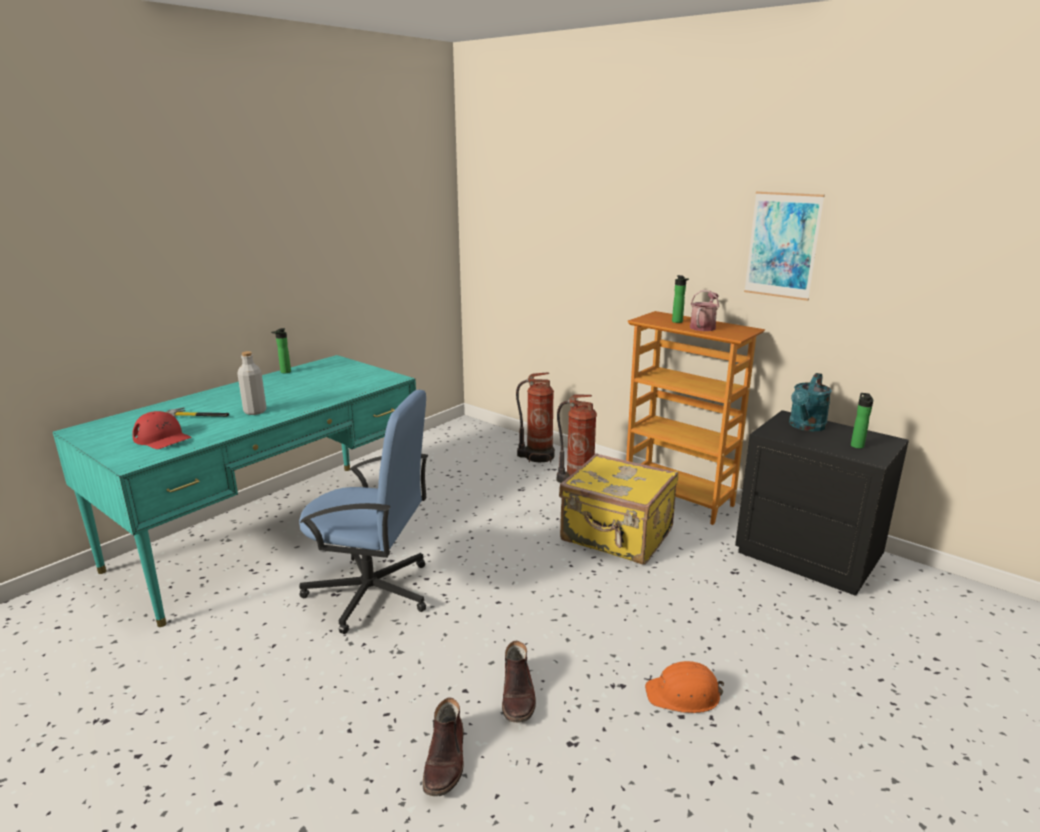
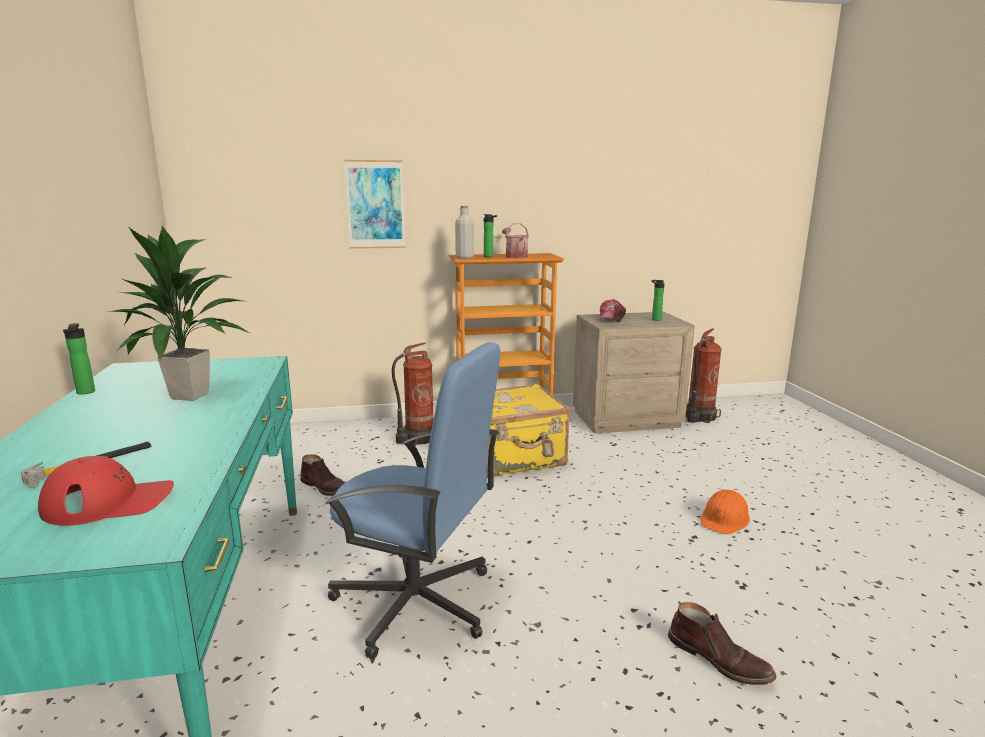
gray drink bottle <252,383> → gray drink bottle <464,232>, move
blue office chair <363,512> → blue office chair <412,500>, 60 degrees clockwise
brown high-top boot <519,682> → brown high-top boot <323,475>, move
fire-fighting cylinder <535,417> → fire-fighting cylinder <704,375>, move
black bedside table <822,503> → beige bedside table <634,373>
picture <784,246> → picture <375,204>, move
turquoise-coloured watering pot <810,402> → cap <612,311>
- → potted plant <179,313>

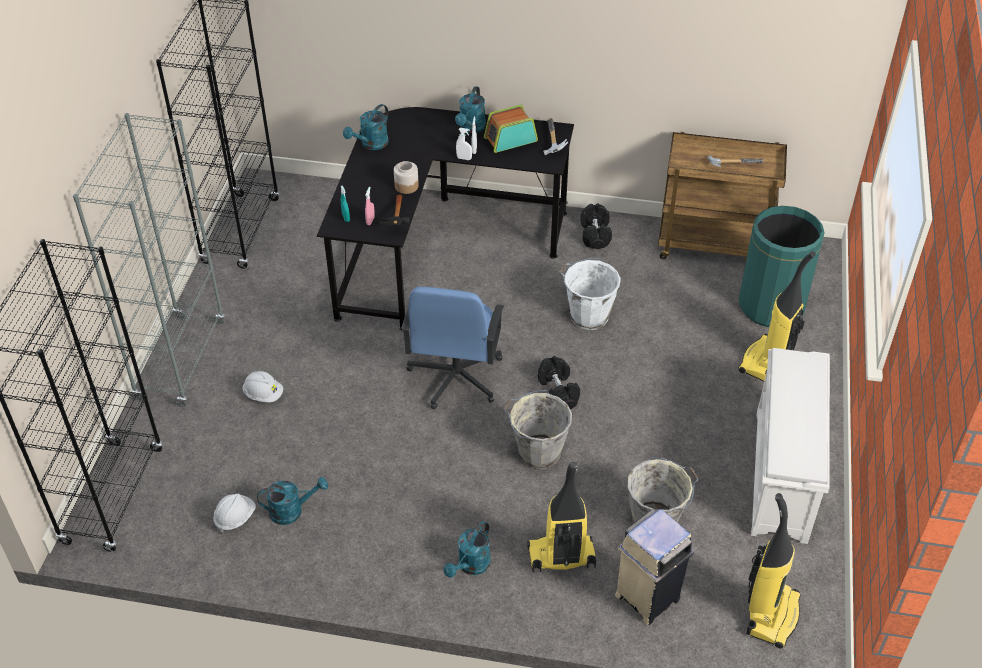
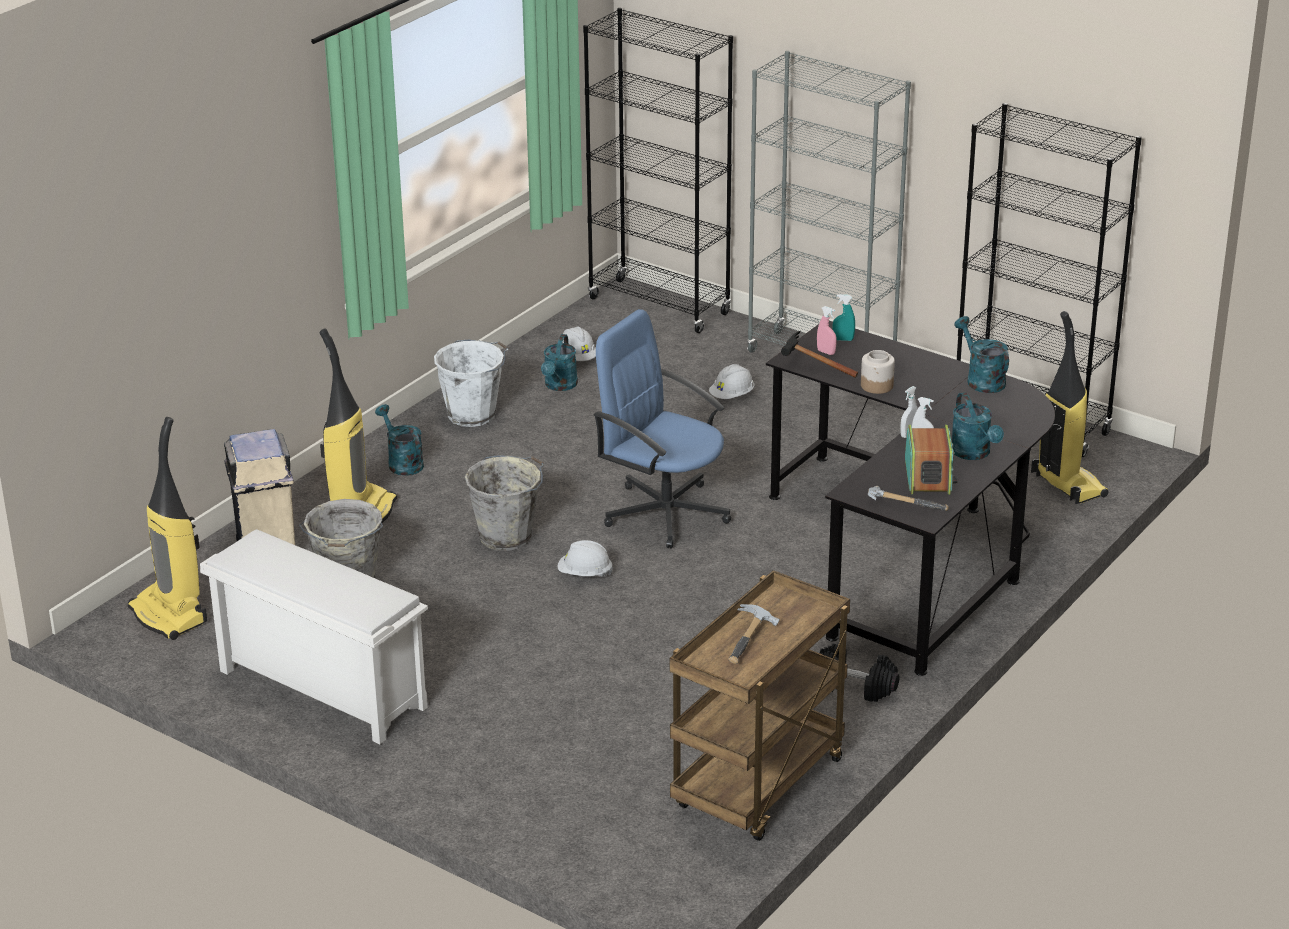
turquoise-coloured watering pot <470,109> → turquoise-coloured watering pot <978,426>, 150 degrees counterclockwise
black dumbbell <559,382> → white hard hat <585,558>
white pail <590,294> → white pail <471,383>, move
greenish trash can <782,266> → -
vacuum cleaner <777,316> → vacuum cleaner <1069,407>, move

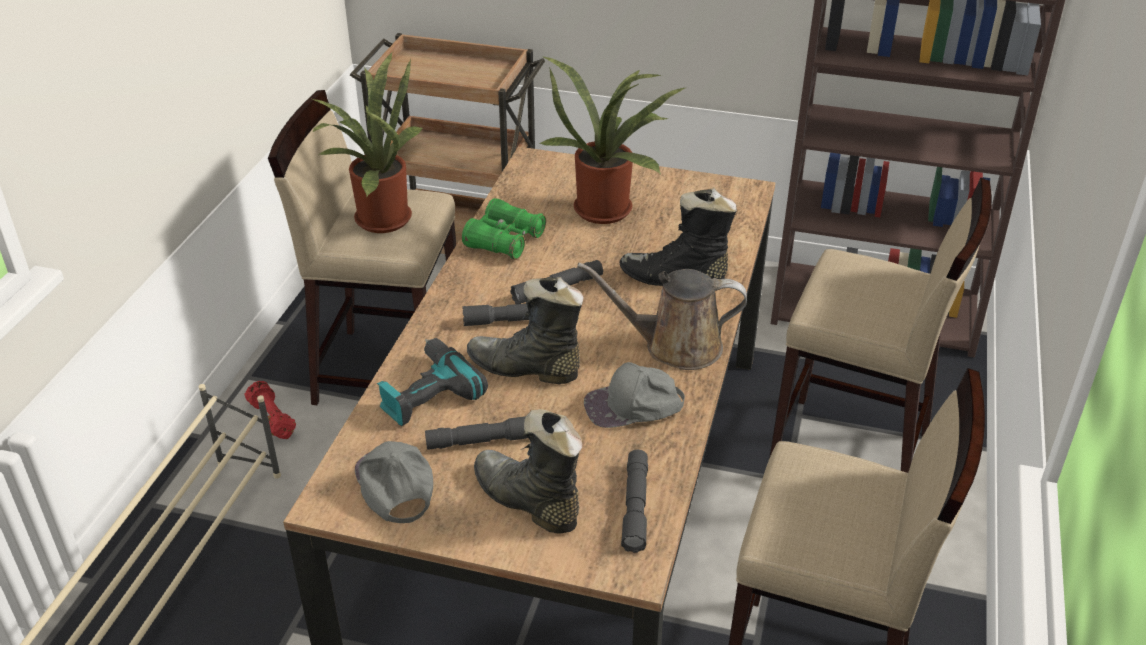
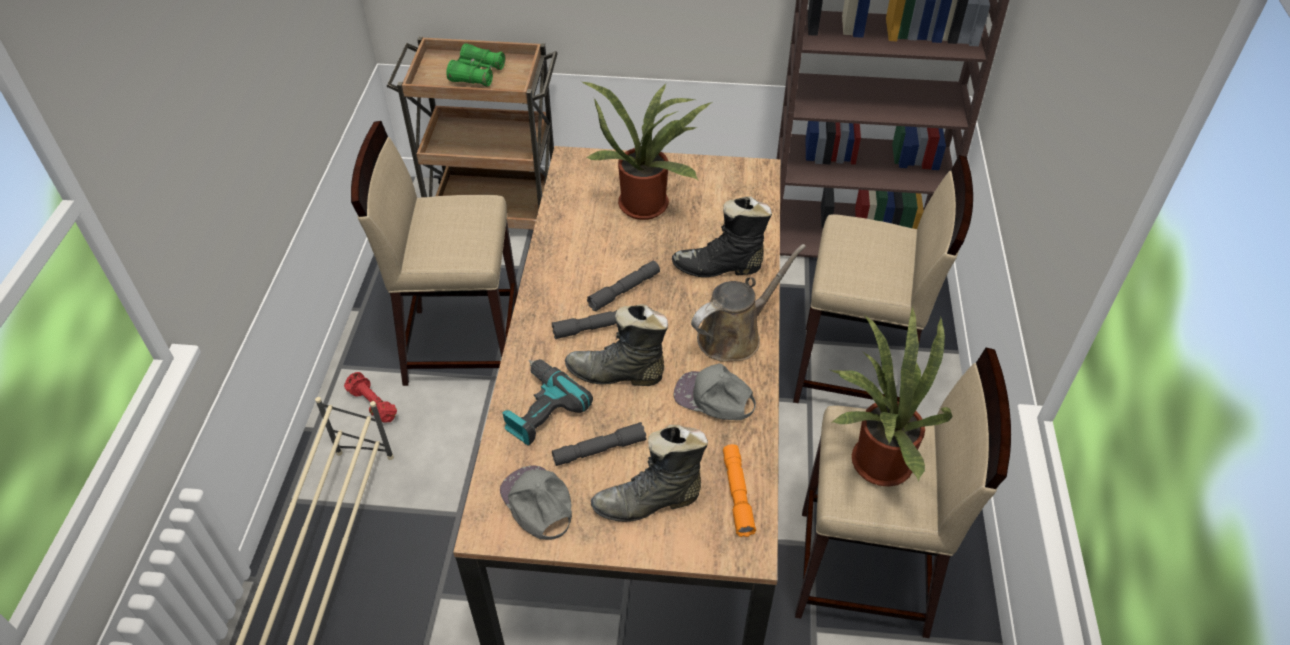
potted plant <368,142> → potted plant <891,396>, move
greenish pair of binoculars <504,228> → greenish pair of binoculars <475,65>, move
black high-top boot <528,471> → black high-top boot <649,473>, 45 degrees counterclockwise
brown watering pot <662,316> → brown watering pot <748,303>, 150 degrees clockwise
gray cap <634,395> → gray cap <715,391>, 45 degrees clockwise
gray hand torch <634,501> → orange hand torch <739,490>

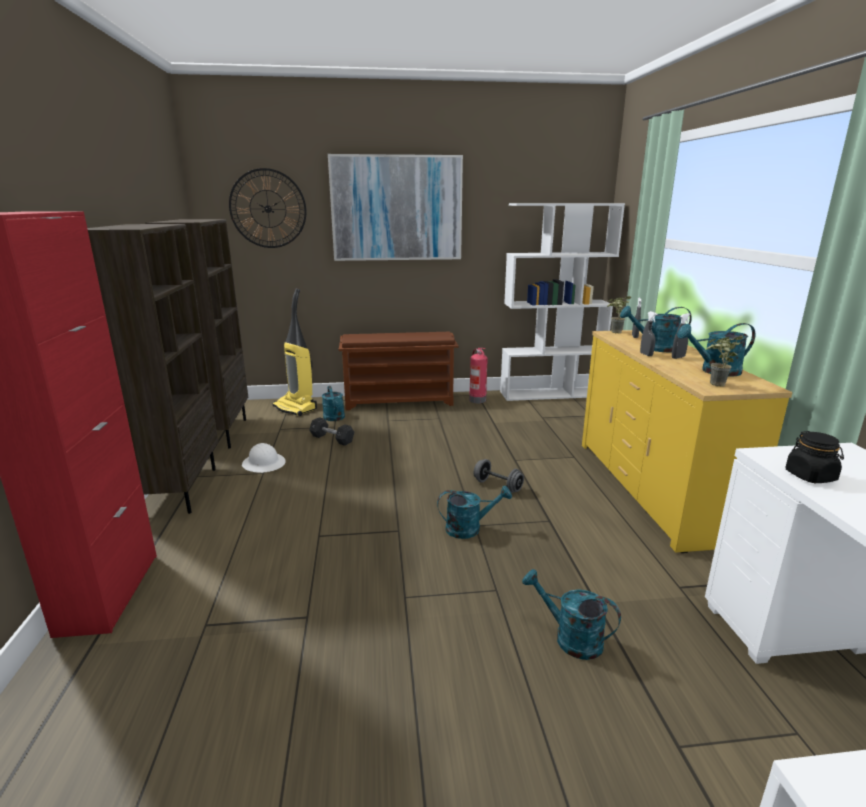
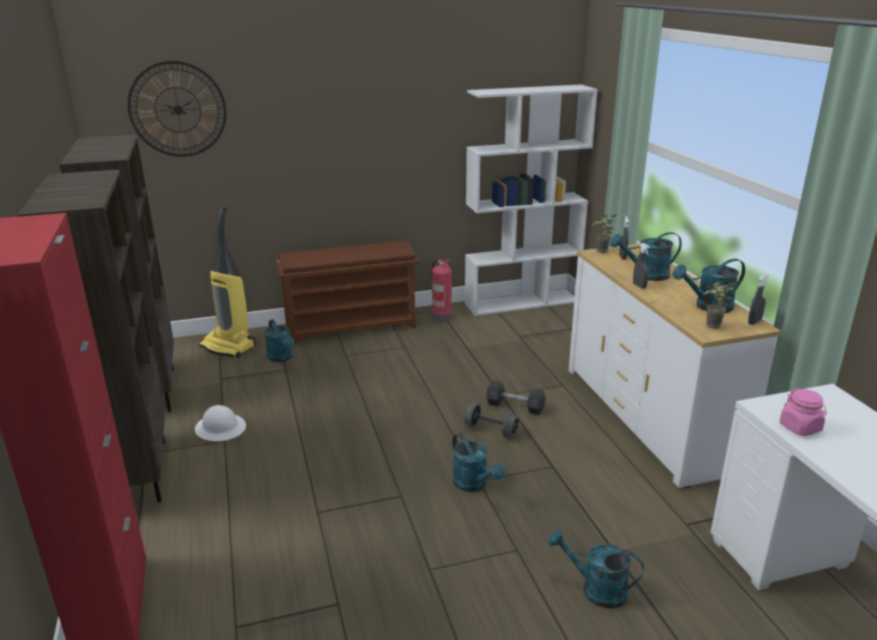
gray dumbbell <332,431> → gray dumbbell <515,398>, move
picture <395,207> → -
turquoise-coloured watering pot <474,512> → turquoise-coloured watering pot <478,462>, 75 degrees clockwise
yellow-coloured dresser <687,441> → white dresser <675,366>
gray spray bottle <681,336> → gray spray bottle <758,299>, move
black preserve jar <814,457> → pink-coloured preserve jar <803,412>

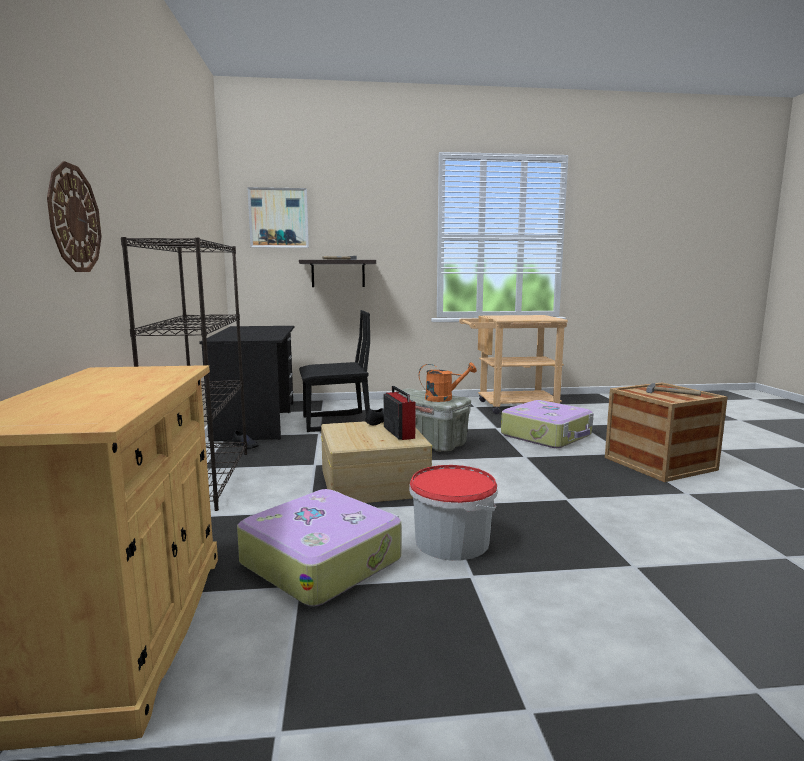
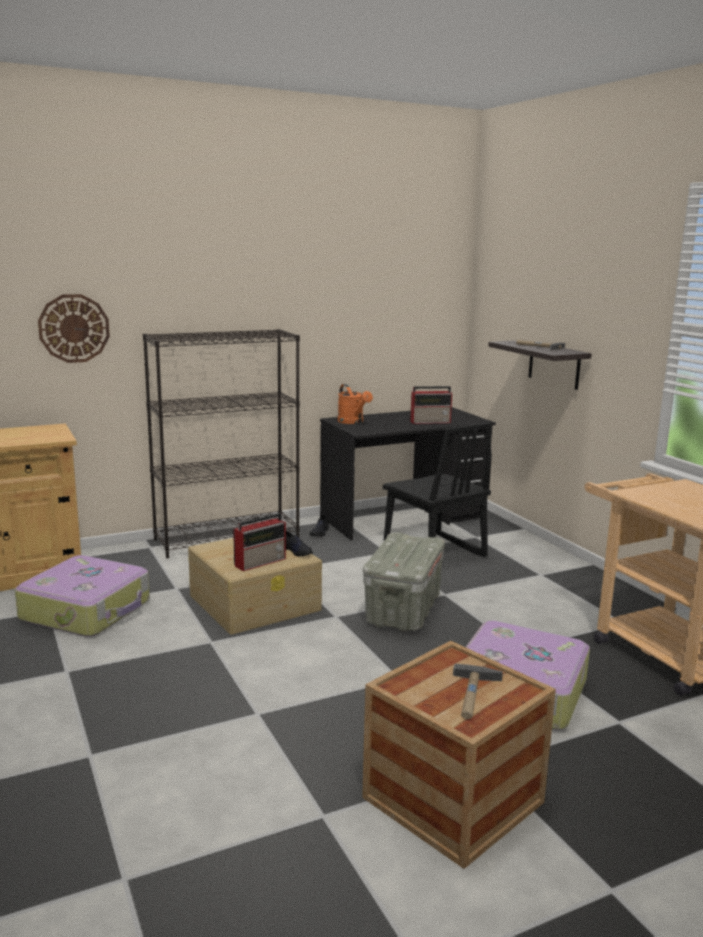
picture <278,217> → -
pail <453,513> → -
orange watering pot <448,382> → orange watering pot <355,404>, move
- → radio <431,405>

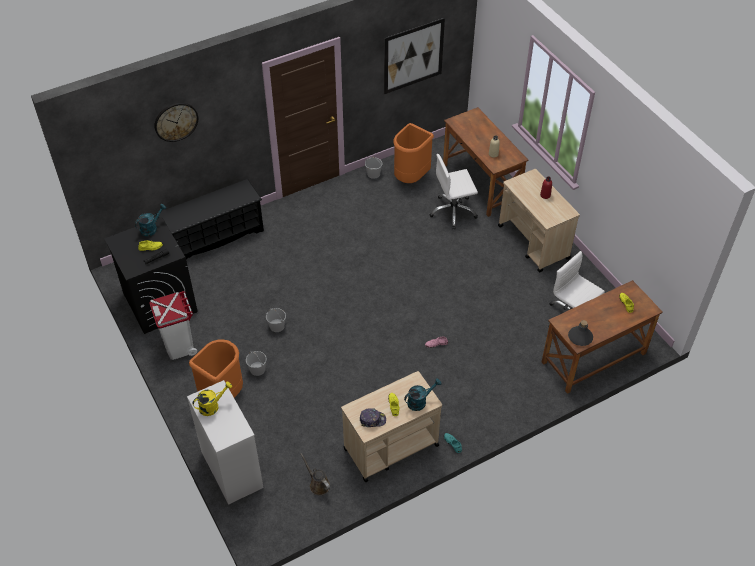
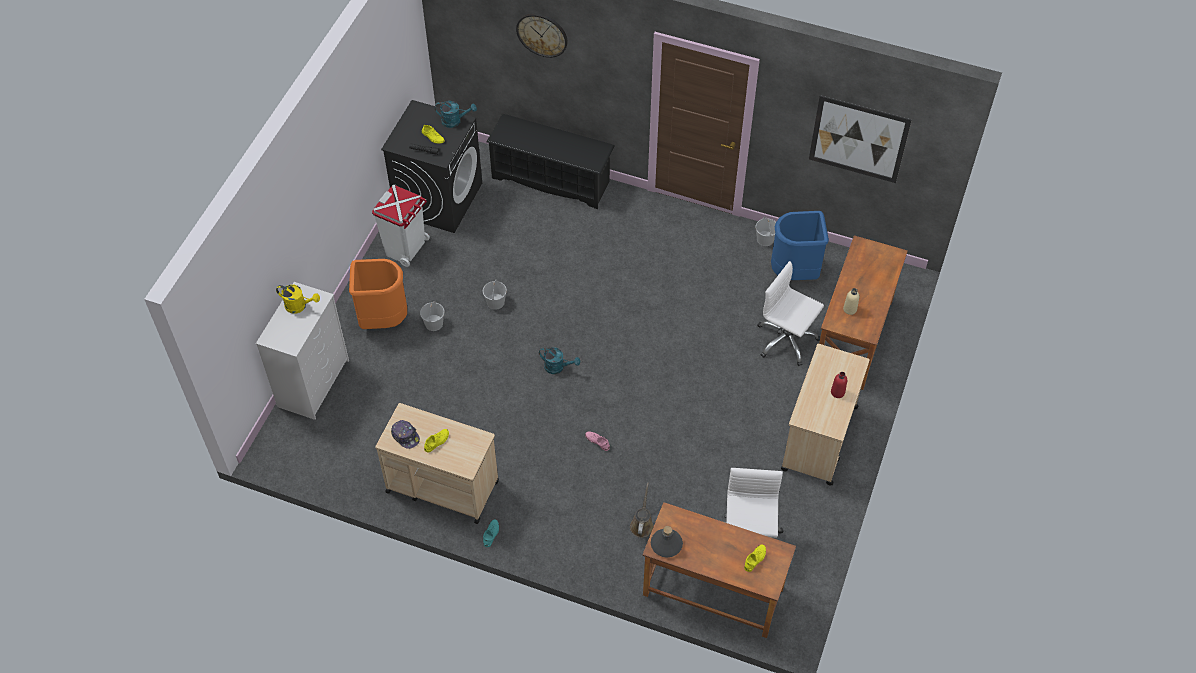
brown watering pot <315,474> → brown watering pot <642,510>, move
orange trash can <413,153> → blue trash can <800,245>
turquoise-coloured watering pot <423,394> → turquoise-coloured watering pot <559,360>, move

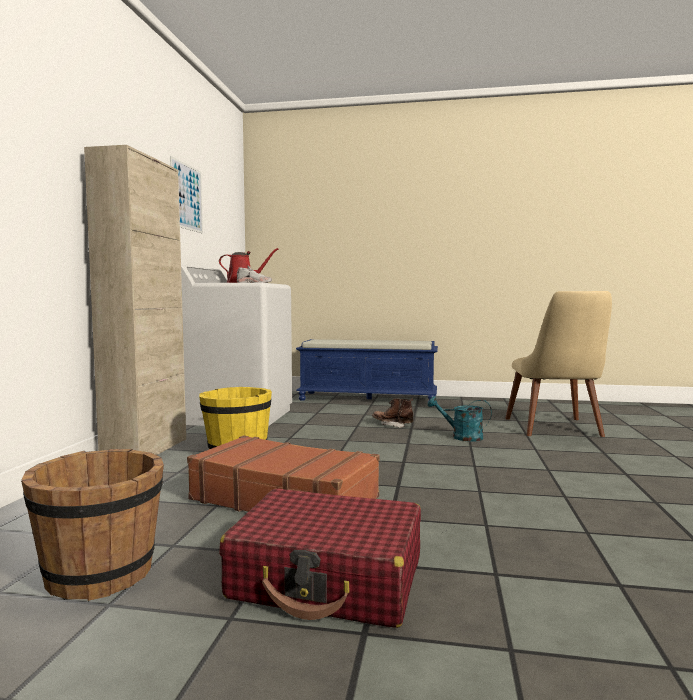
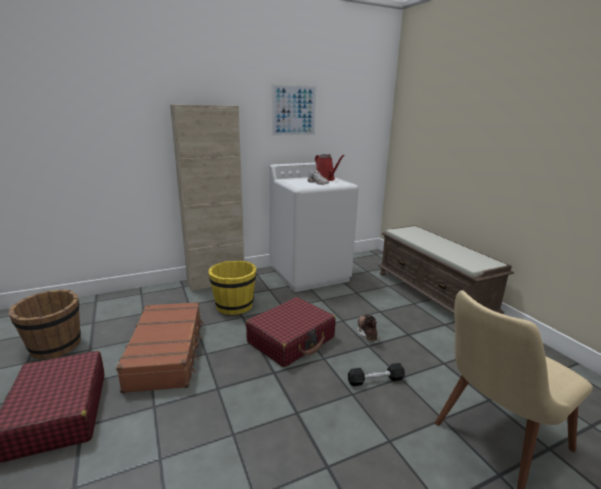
blue indoor bench <367,370> → brown indoor bench <446,269>
turquoise-coloured watering pot <460,419> → black dumbbell <376,374>
- → red travel case <291,332>

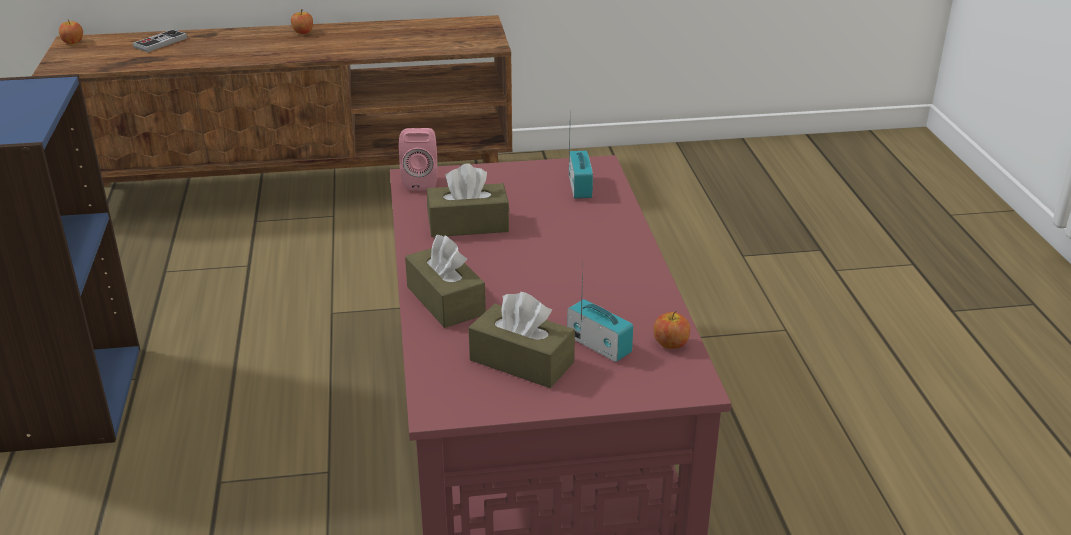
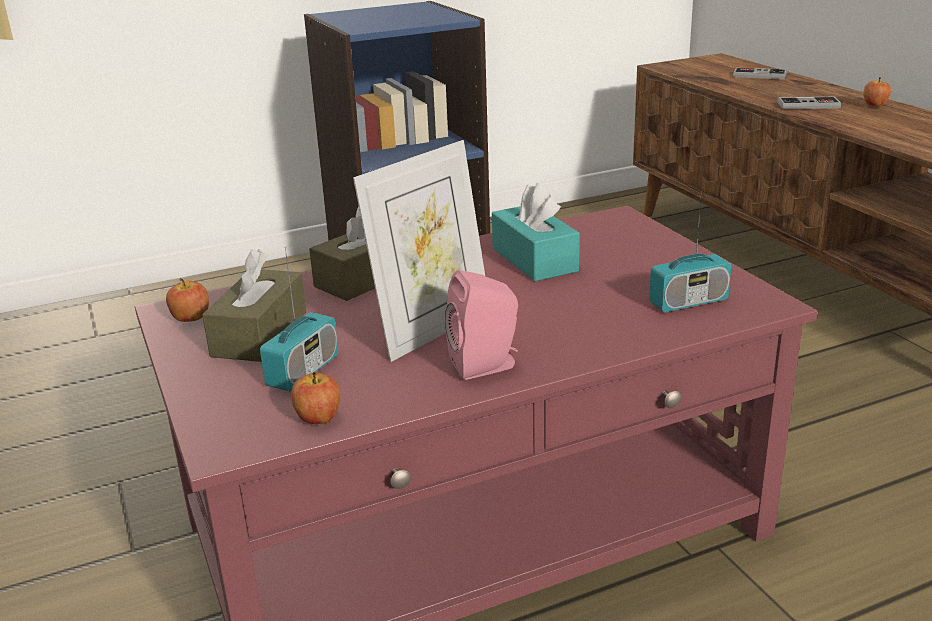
apple fruit <71,32> → apple fruit <187,300>, move
pink-coloured speaker <418,159> → pink-coloured speaker <481,325>, move
brown box of tissues <468,200> → turquoise-coloured box of tissues <536,232>
- → picture frame <419,251>
- → joypad <809,103>

